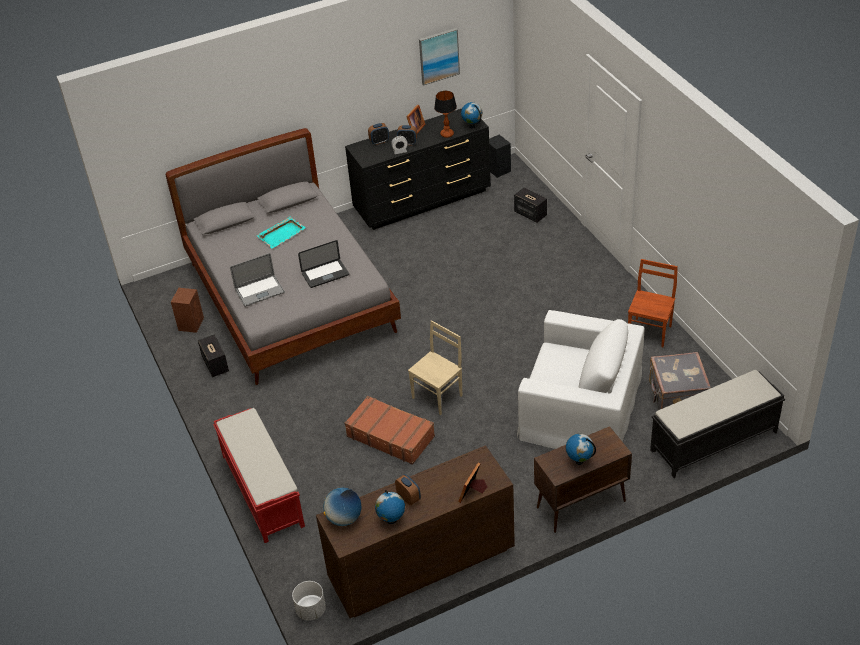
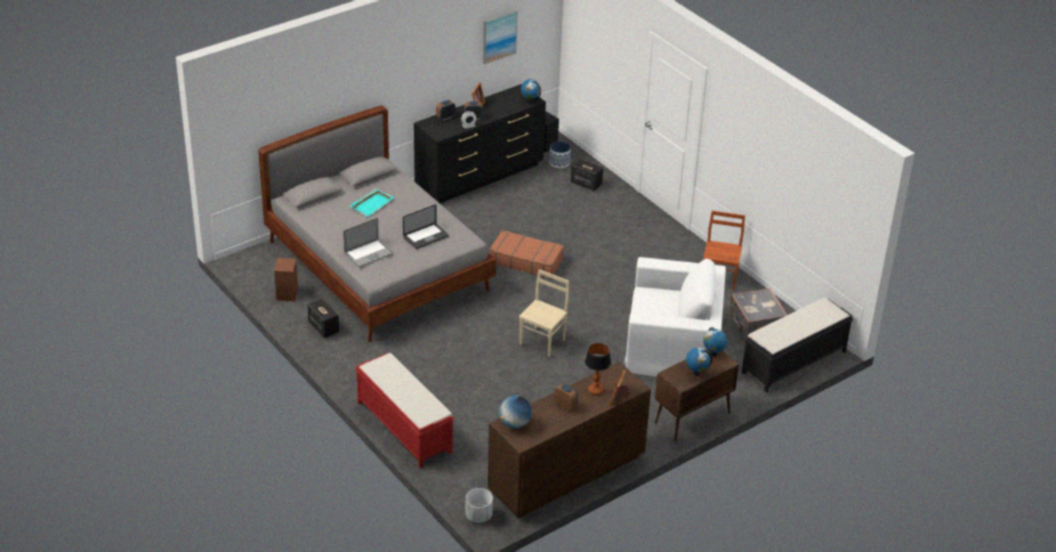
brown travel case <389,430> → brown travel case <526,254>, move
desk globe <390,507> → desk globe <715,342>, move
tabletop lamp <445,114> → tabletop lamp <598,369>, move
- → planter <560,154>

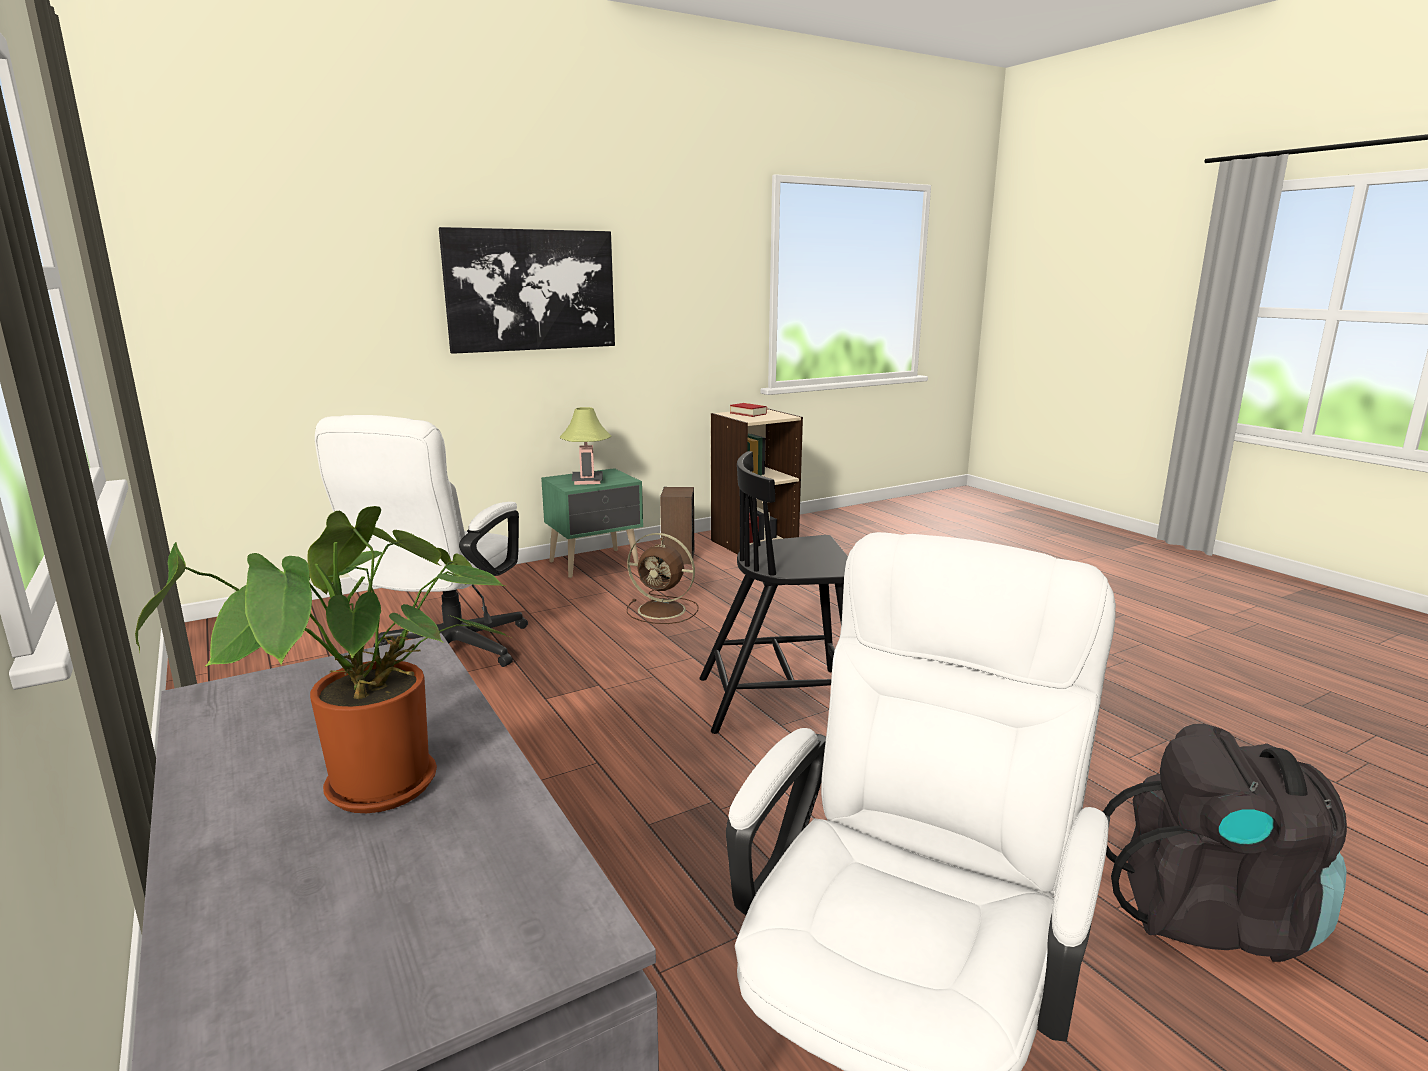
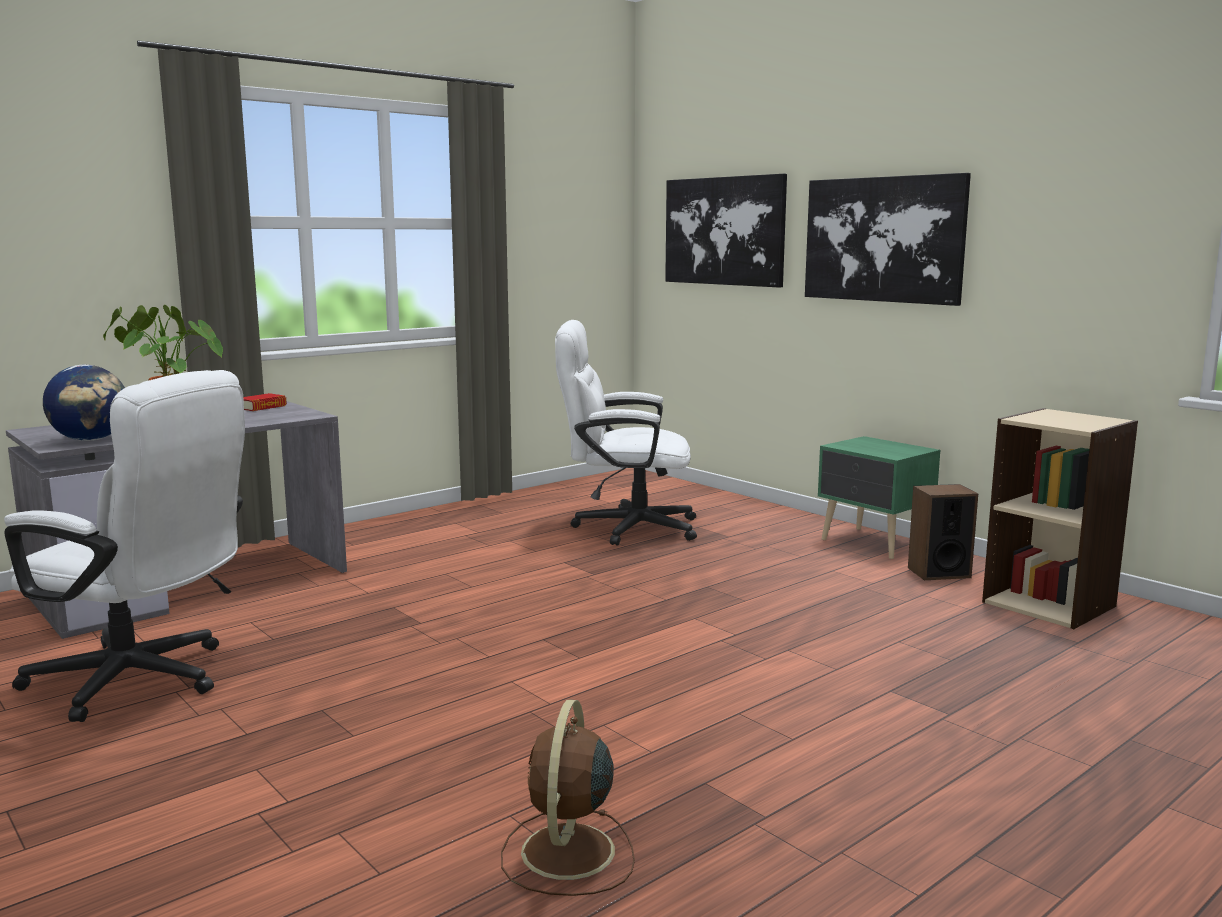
tabletop lamp <585,446> → -
brown electric fan <663,578> → brown electric fan <568,797>, move
black plain chair <774,592> → -
bound book <748,410> → bound book <265,402>, move
black backpack <1225,843> → -
- → desk globe <84,403>
- → picture <726,231>

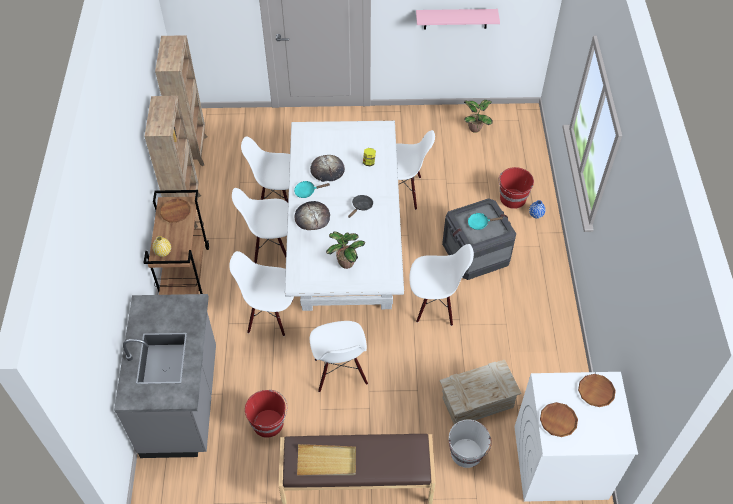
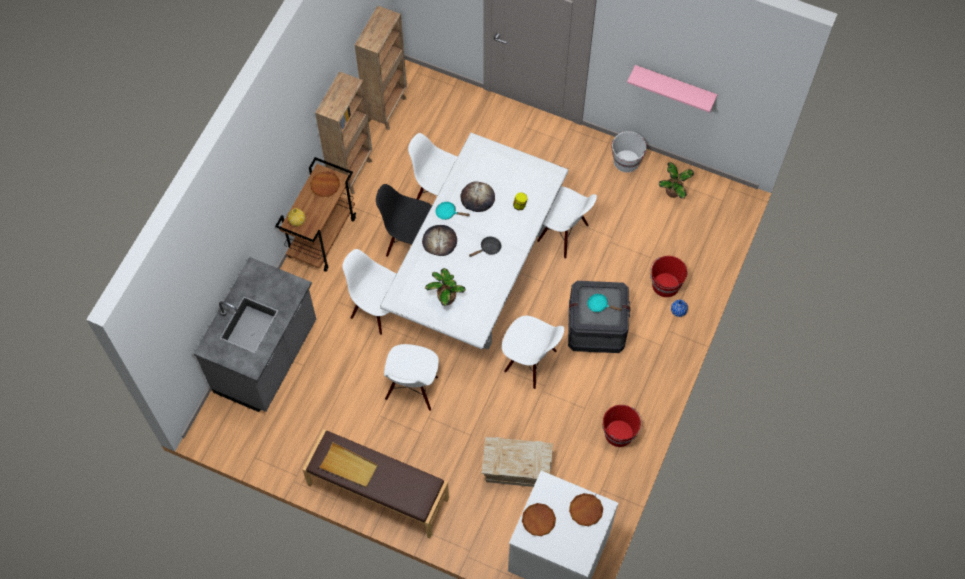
white plain chair <260,226> → black plain chair <404,220>
red pail <266,414> → red pail <623,426>, move
white pail <470,443> → white pail <629,152>, move

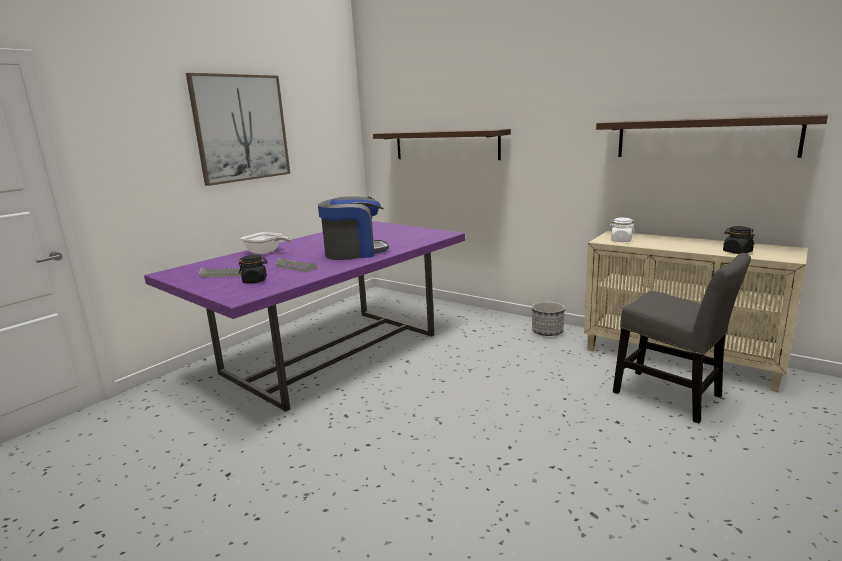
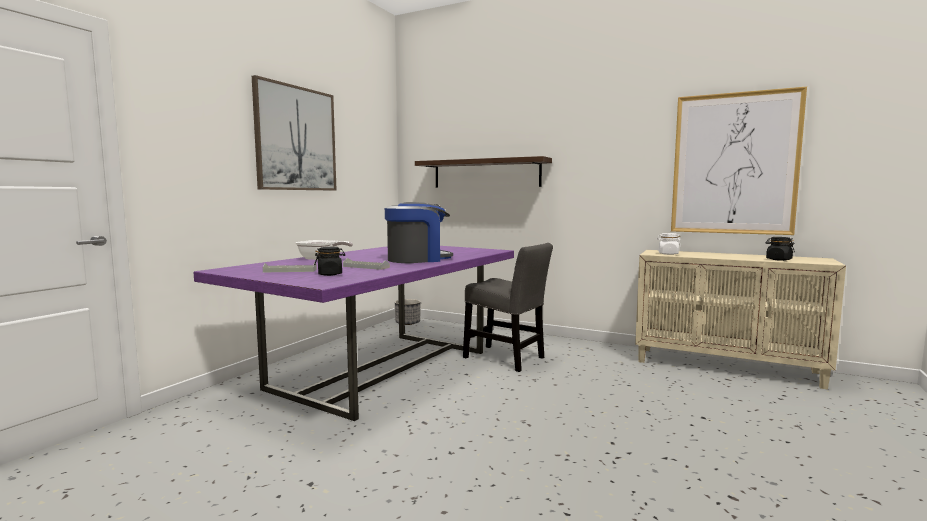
planter <548,318> → planter <408,312>, move
shelf <712,136> → picture <739,161>
gray plain chair <682,338> → gray plain chair <508,307>, move

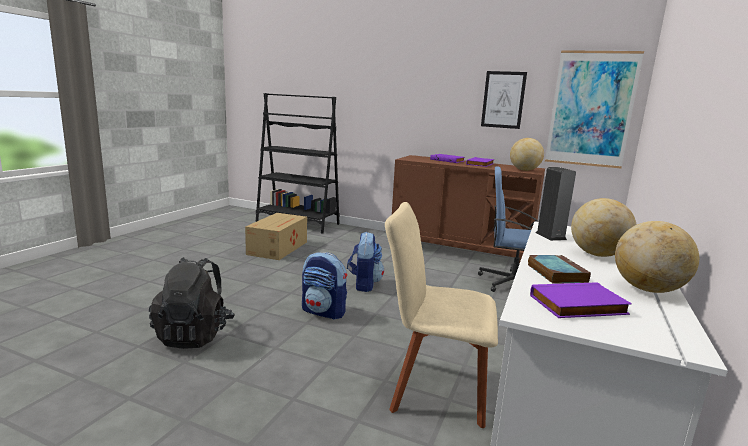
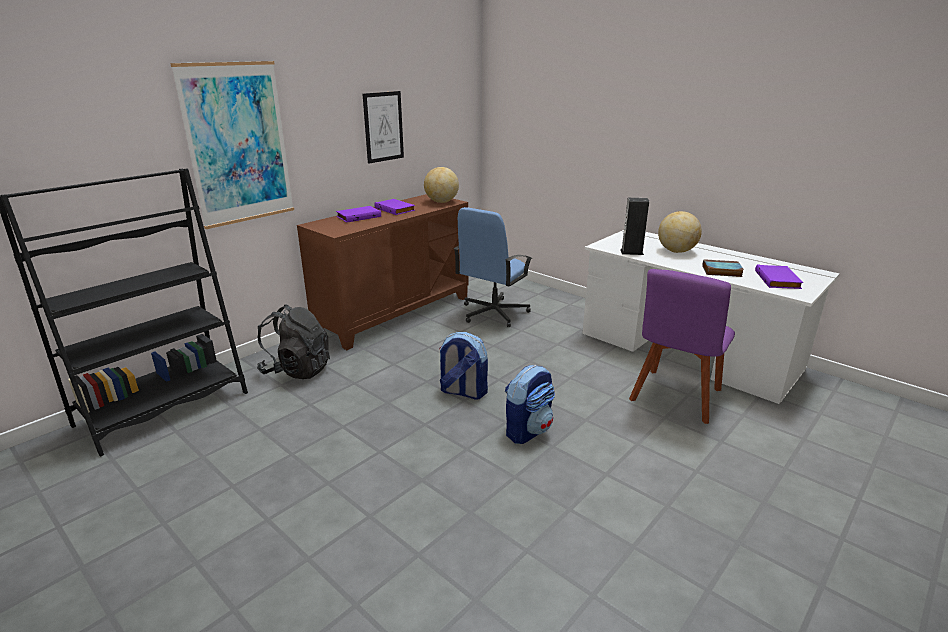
black backpack <192,303> → black backpack <293,341>, move
packing box <276,236> → -
beige plain chair <441,315> → purplish plain chair <682,346>
picture <594,109> → picture <232,145>, move
desk globe <657,257> → -

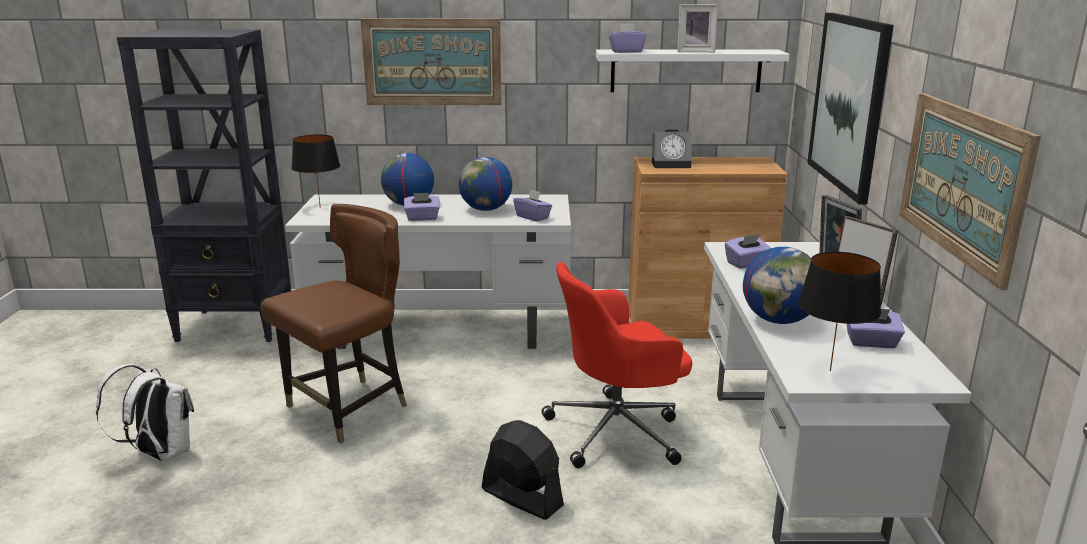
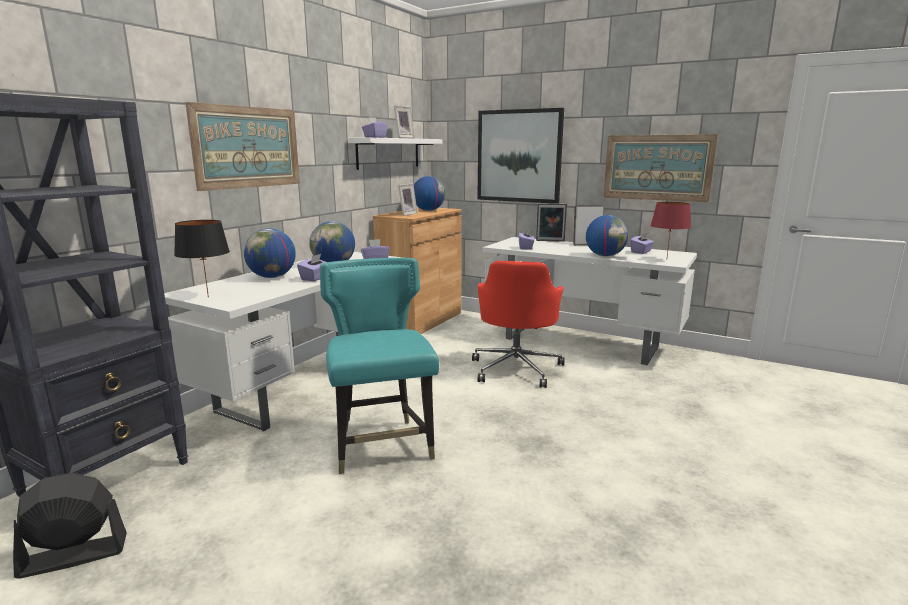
white backpack <145,413> → -
brown plain chair <334,323> → turquoise-coloured plain chair <379,366>
black electric fan <523,470> → black electric fan <70,526>, move
alarm clock <672,148> → picture frame <408,200>
black tabletop lamp <839,311> → red tabletop lamp <671,229>
- → desk globe <429,193>

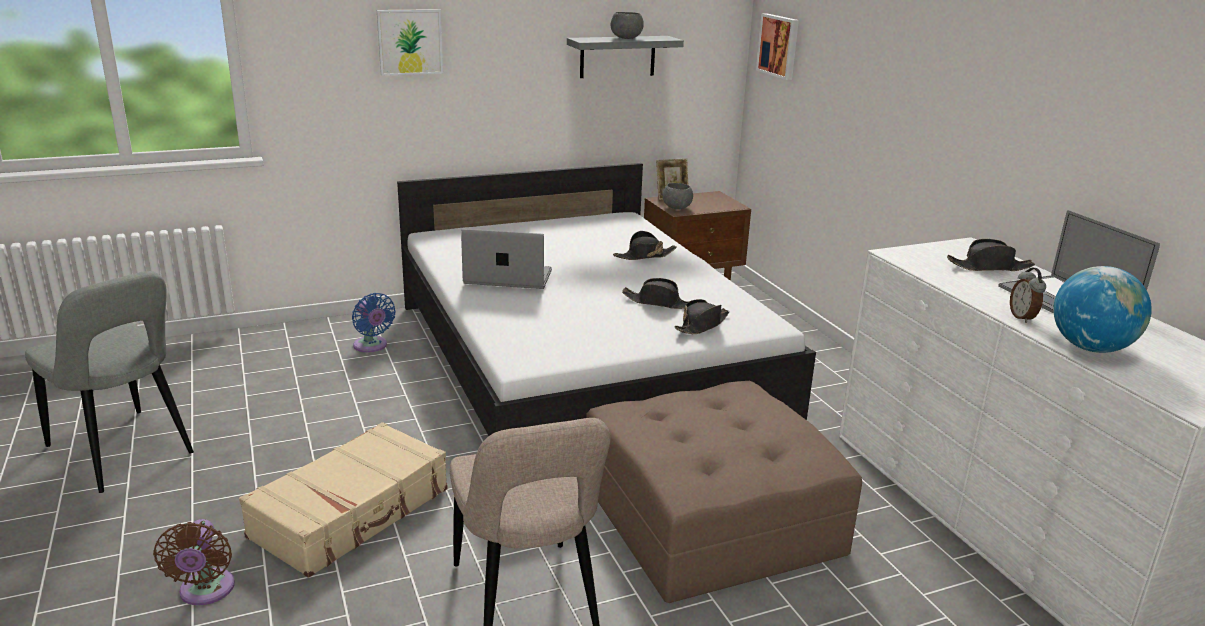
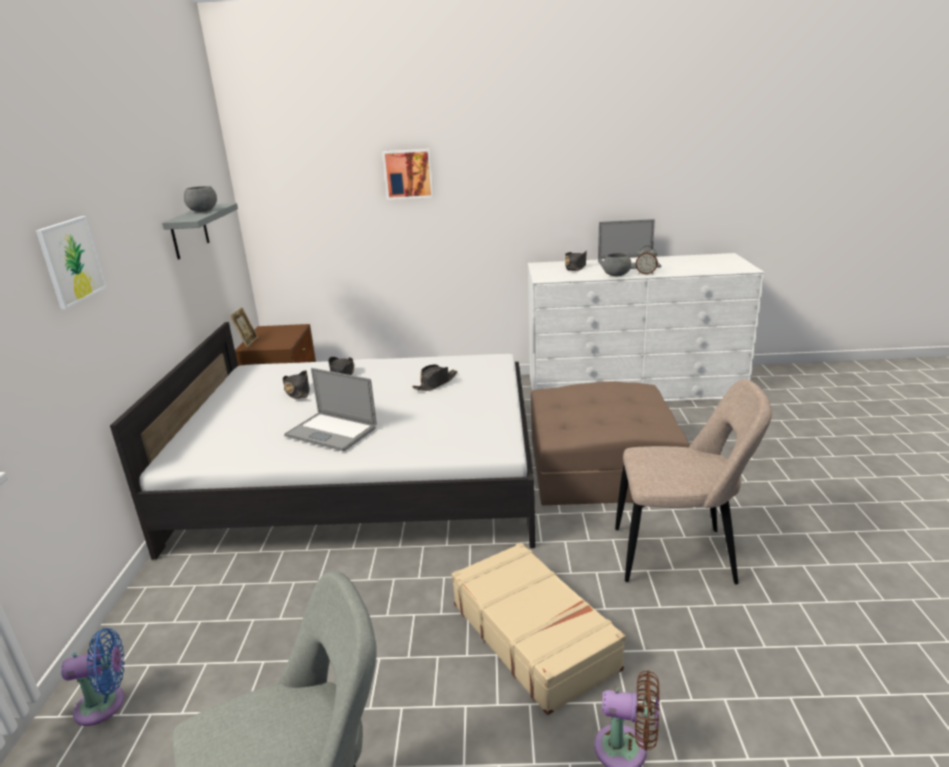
blue electric fan <374,322> → blue electric fan <93,677>, move
laptop <506,259> → laptop <330,409>, 90 degrees counterclockwise
gray bowl <678,196> → gray bowl <617,265>, move
black hat <701,316> → black hat <296,384>, move
picture <777,46> → picture <408,174>, move
desk globe <1102,309> → -

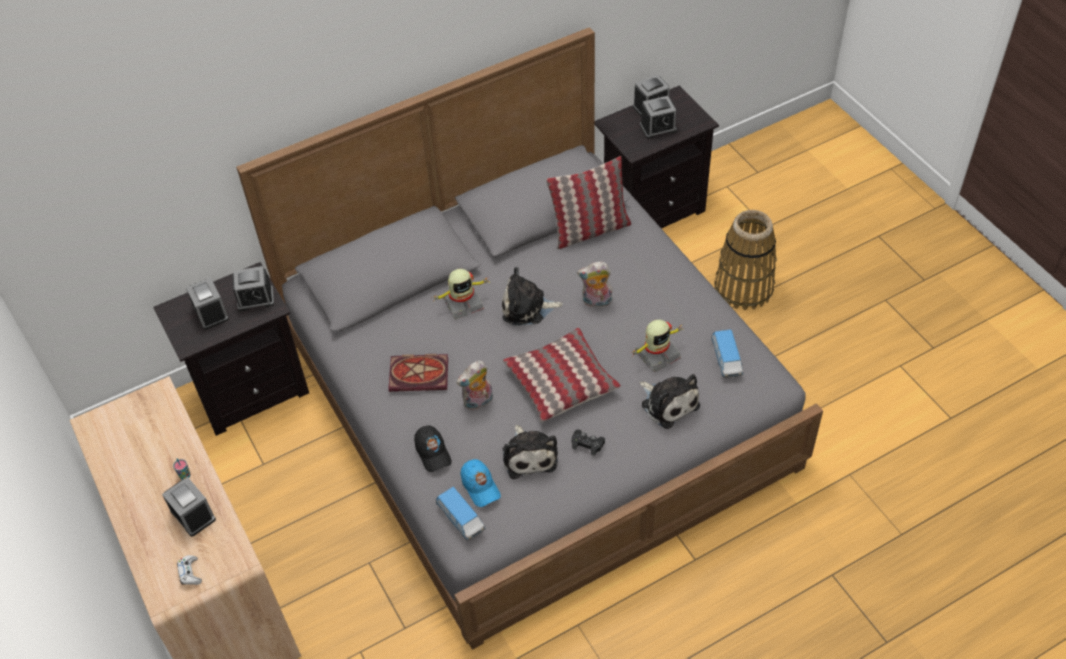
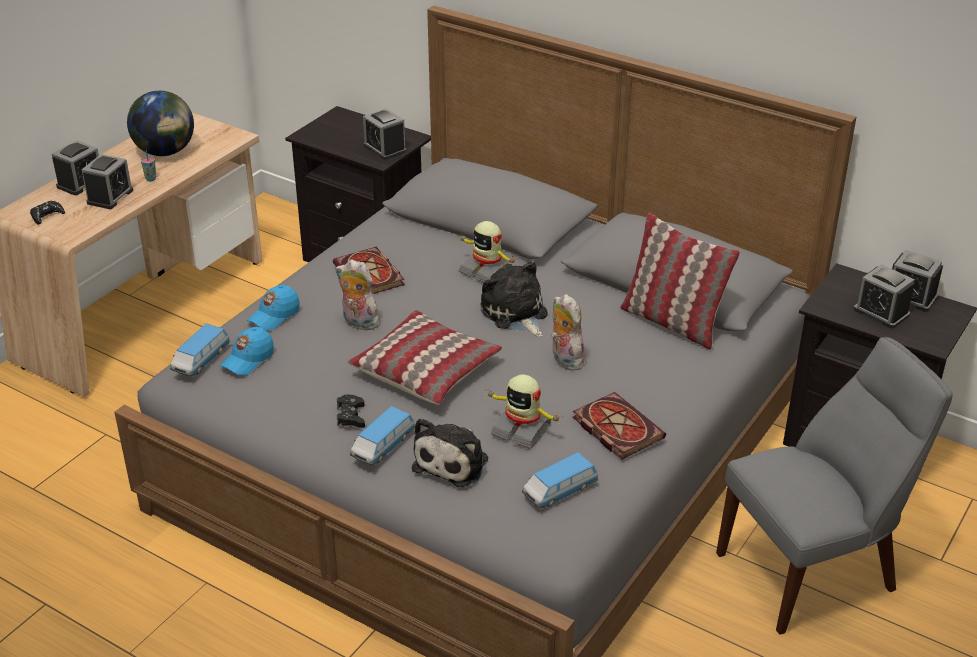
white joypad <189,570> → black joypad <47,213>
alarm clock <207,303> → alarm clock <75,168>, move
black cap <433,448> → blue cap <273,307>
cuddly toy <530,452> → -
basket <745,260> → gray plain chair <834,486>
- → desk globe <160,123>
- → miniature car <382,435>
- → bound book <619,425>

